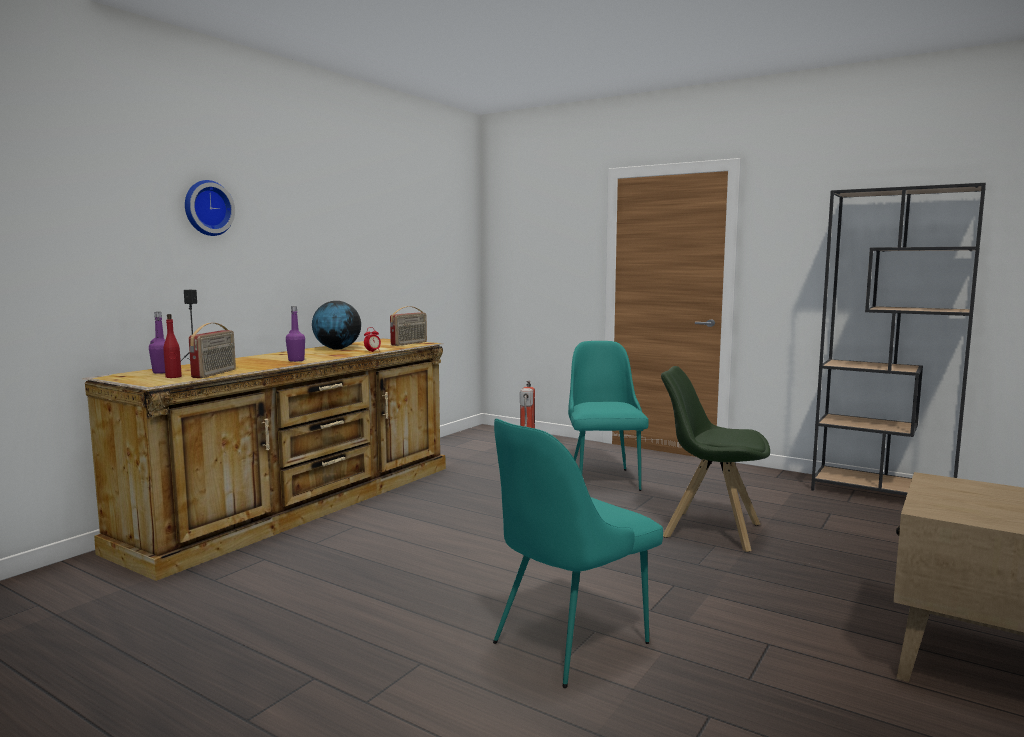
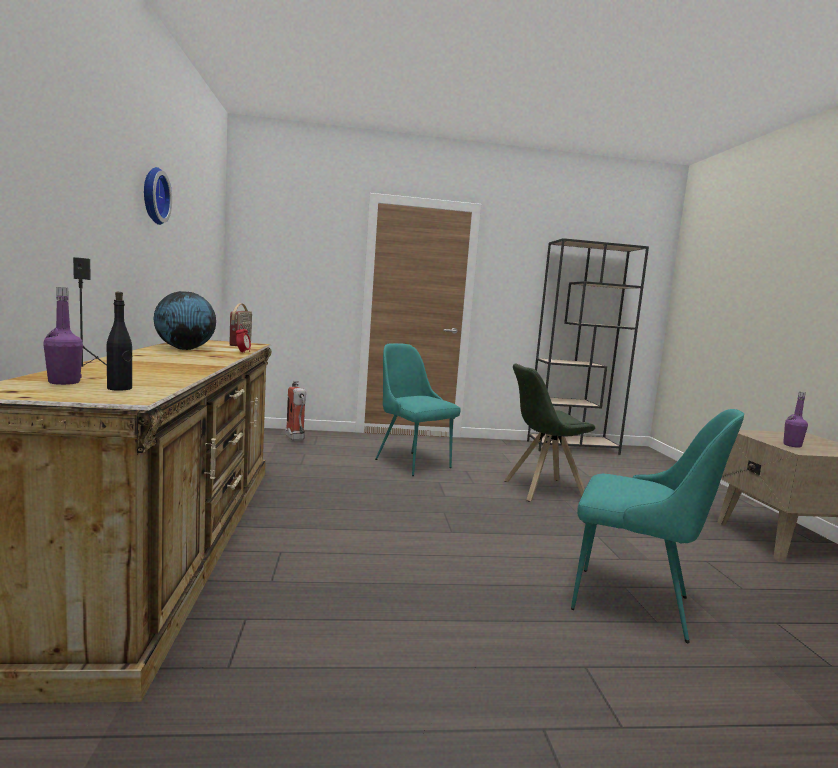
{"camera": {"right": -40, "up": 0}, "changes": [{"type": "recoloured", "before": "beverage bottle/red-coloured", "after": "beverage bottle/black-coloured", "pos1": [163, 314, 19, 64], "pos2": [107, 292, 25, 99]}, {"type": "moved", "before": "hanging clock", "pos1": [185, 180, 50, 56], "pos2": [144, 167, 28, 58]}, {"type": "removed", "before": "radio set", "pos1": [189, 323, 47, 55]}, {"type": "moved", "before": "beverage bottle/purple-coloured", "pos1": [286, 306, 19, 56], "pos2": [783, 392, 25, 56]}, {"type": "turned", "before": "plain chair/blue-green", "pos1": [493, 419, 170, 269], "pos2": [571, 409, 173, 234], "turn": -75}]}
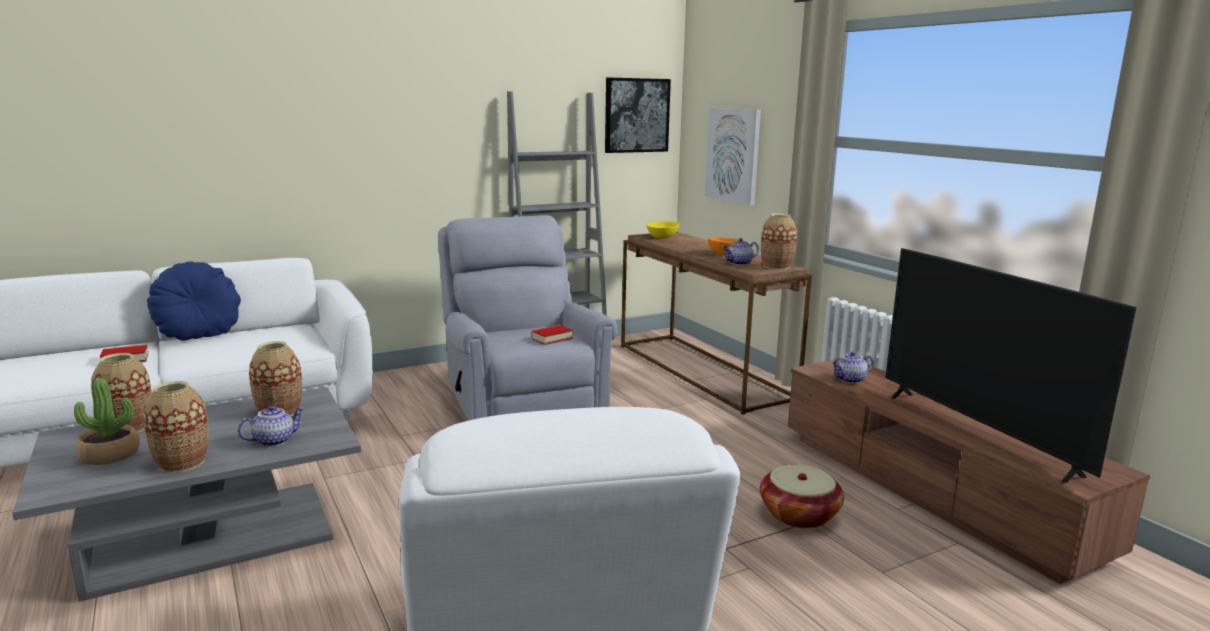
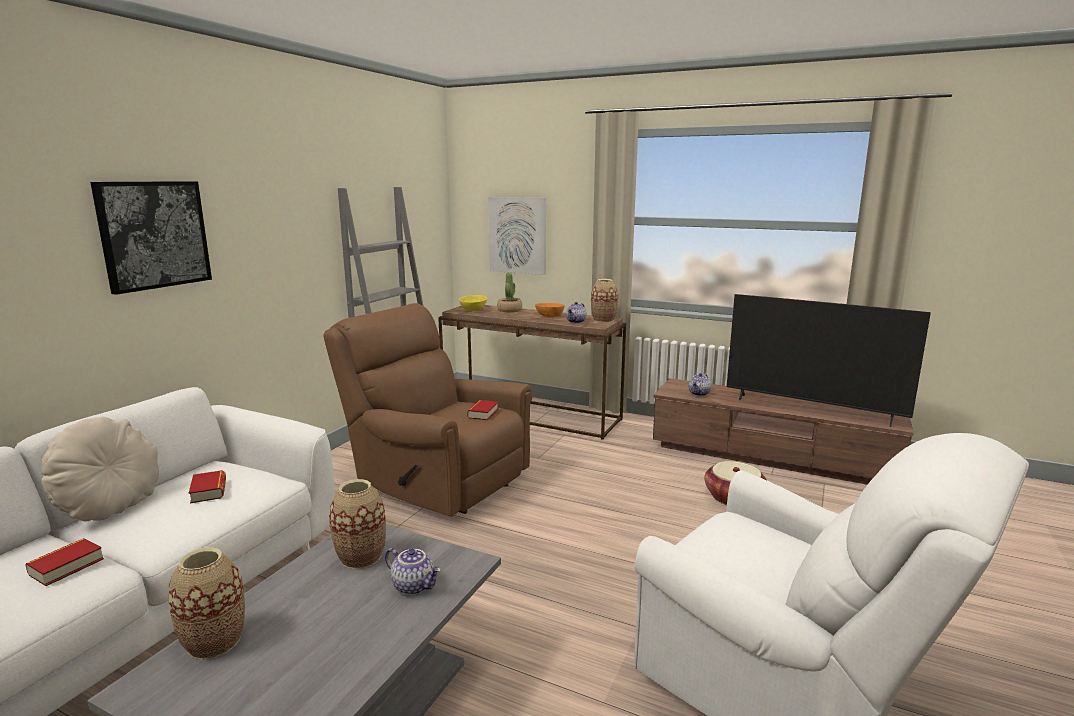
{"camera": {"right": -35, "up": 0}, "changes": [{"type": "moved", "before": "potted plant", "pos1": [74, 378, 66, 87], "pos2": [497, 272, 25, 40]}, {"type": "removed", "before": "flower vase", "pos1": [143, 381, 66, 92]}, {"type": "recoloured", "before": "throw pillow/bluish", "after": "throw pillow/beige", "pos1": [147, 261, 94, 80], "pos2": [41, 417, 118, 104]}, {"type": "turned", "before": "teapot", "pos1": [238, 405, 66, 42], "pos2": [385, 548, 56, 47], "turn": 105}, {"type": "recoloured", "before": "armchair/gray", "after": "armchair/brown", "pos1": [438, 215, 180, 206], "pos2": [323, 303, 209, 214]}, {"type": "moved", "before": "wall art", "pos1": [605, 78, 66, 75], "pos2": [90, 181, 122, 114]}, {"type": "added", "after": "book", "pos2": [189, 470, 37, 34]}]}
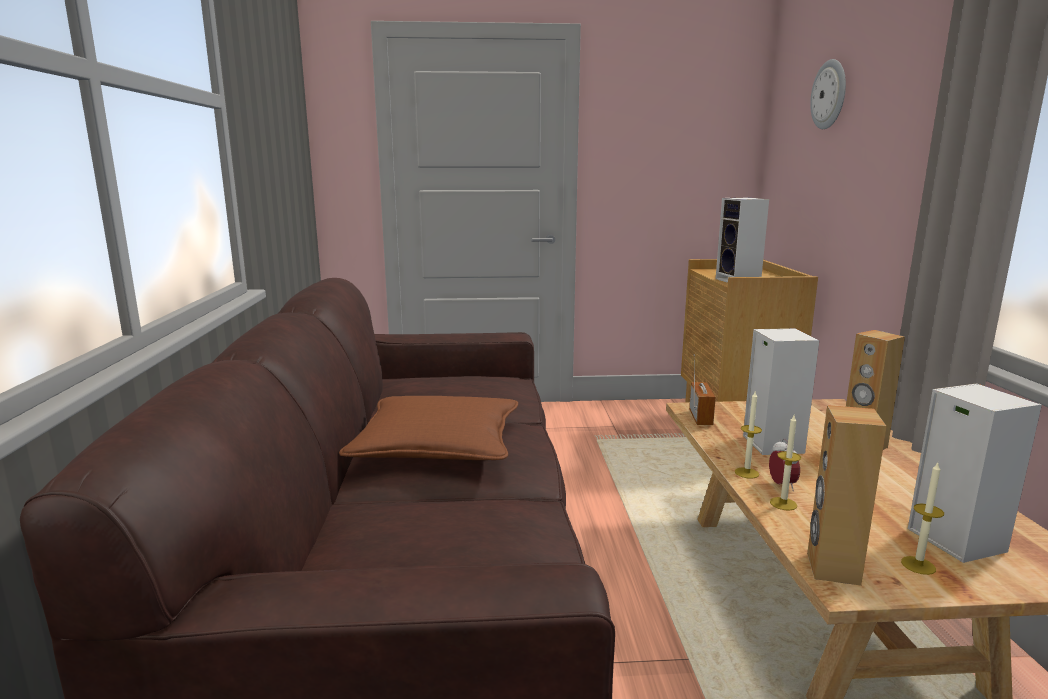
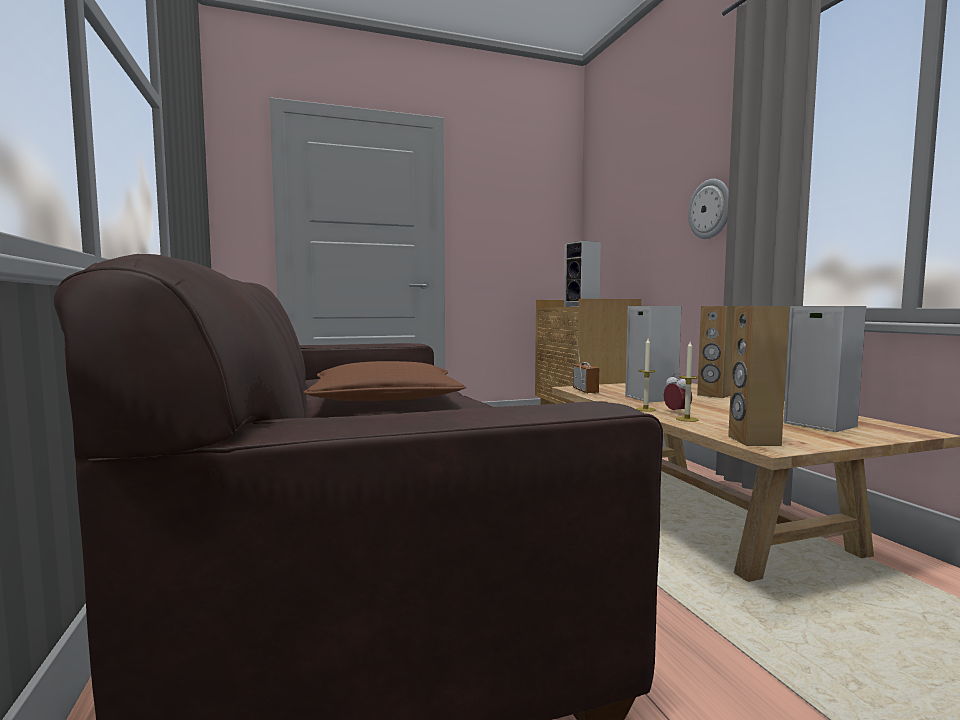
{"camera": {"right": -15, "up": -10}, "changes": [{"type": "moved", "before": "hanging clock", "pos1": [810, 59, 36, 70], "pos2": [688, 179, 41, 60]}, {"type": "removed", "before": "candle", "pos1": [901, 463, 43, 112]}]}
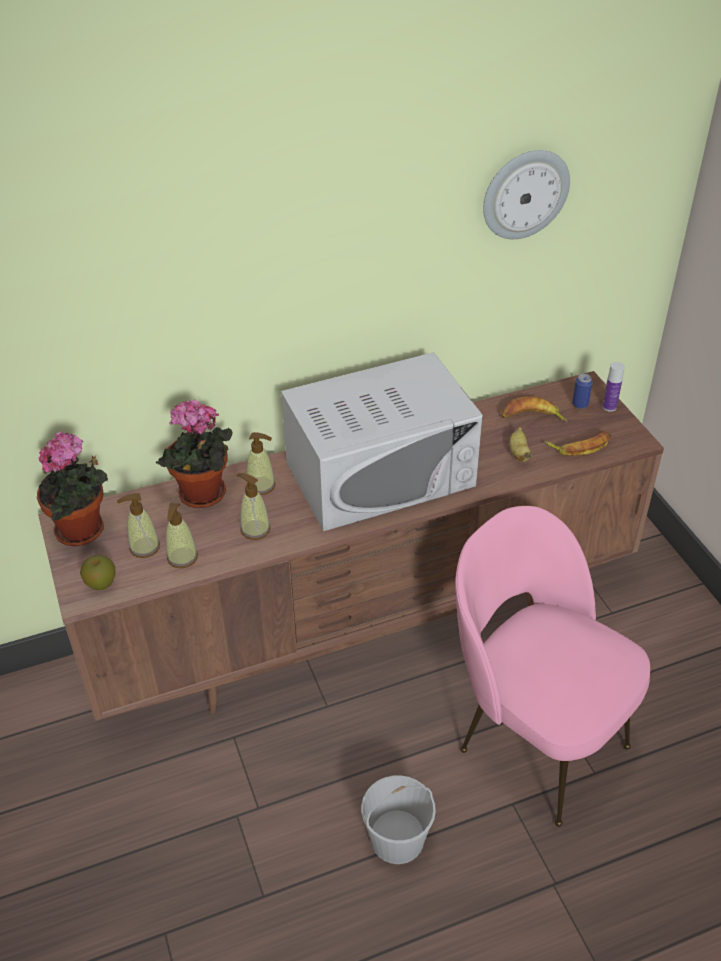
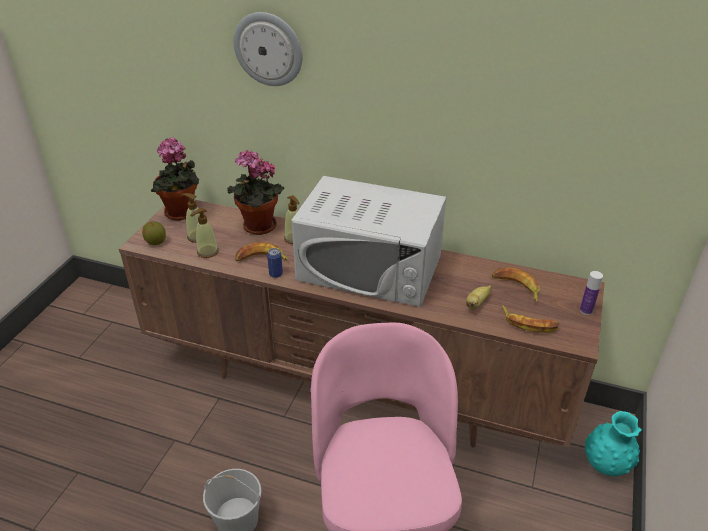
{"camera": {"right": 40, "up": -5}, "changes": [{"type": "replaced", "before": "soap bottle", "after": "banana fruit", "pos1": [237, 473, 34, 67], "pos2": [235, 242, 54, 19]}, {"type": "moved", "before": "hanging clock", "pos1": [483, 150, 87, 89], "pos2": [233, 12, 70, 74]}, {"type": "moved", "before": "sealed can", "pos1": [572, 374, 21, 35], "pos2": [267, 248, 16, 30]}, {"type": "added", "after": "flower vase/blue-green", "pos2": [585, 411, 57, 65]}]}
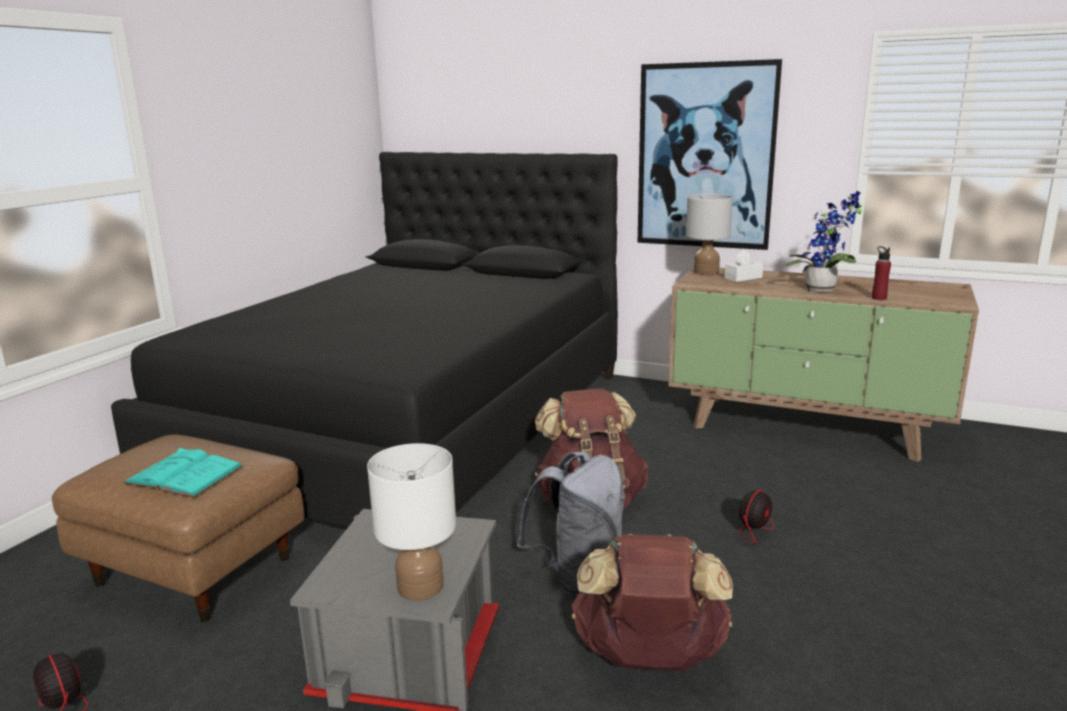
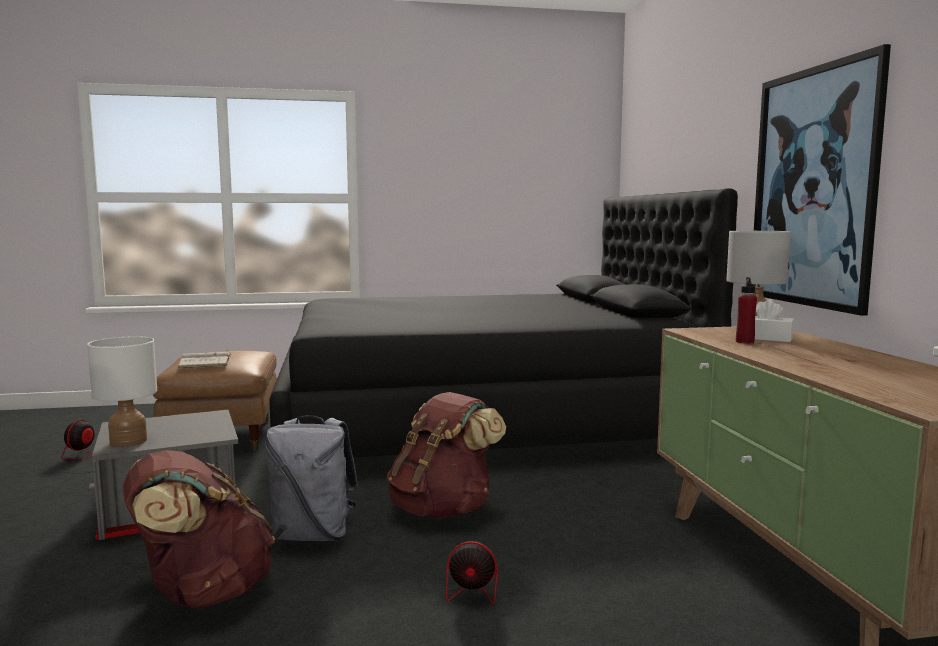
{"camera": {"right": 55, "up": -10}, "changes": [{"type": "recoloured", "before": "book/blue-green", "after": "book/white-coloured", "pos1": [123, 448, 120, 49], "pos2": [178, 349, 53, 19]}, {"type": "removed", "before": "potted plant", "pos1": [785, 191, 77, 101]}, {"type": "moved", "before": "beverage bottle/red-coloured", "pos1": [872, 246, 19, 54], "pos2": [736, 277, 21, 67]}]}
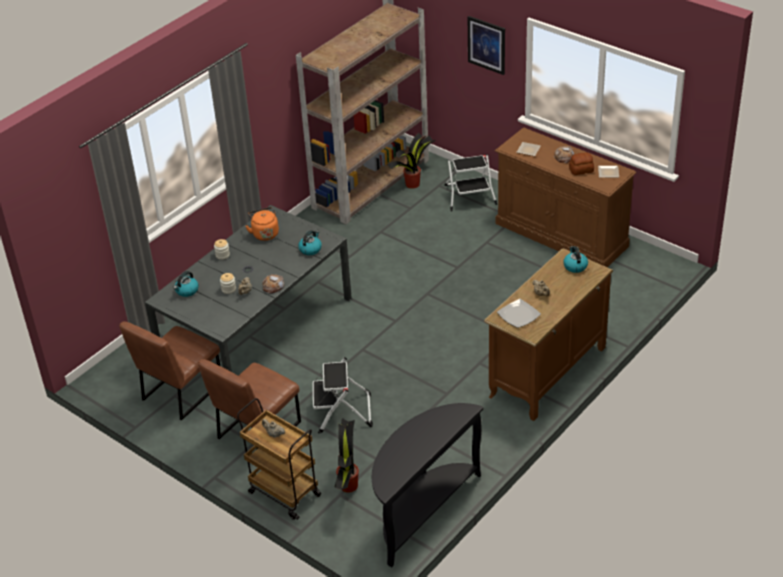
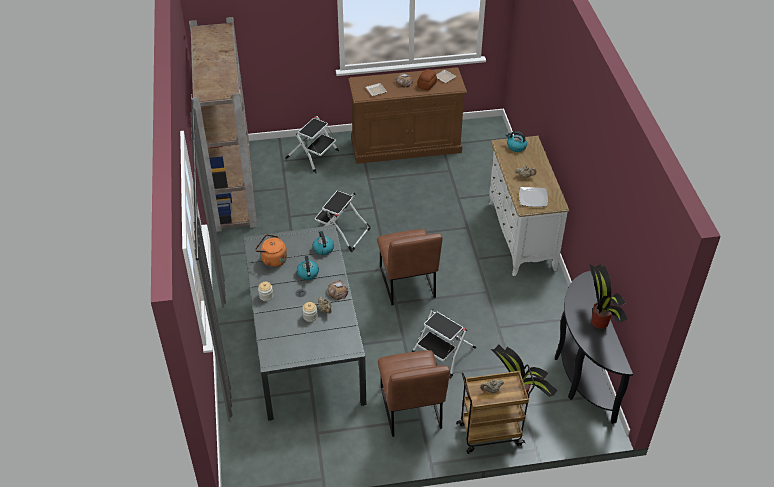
{"camera": {"right": -50, "up": 5}, "changes": [{"type": "moved", "before": "plain chair/brown", "pos1": [119, 321, 101, 99], "pos2": [377, 229, 66, 76]}, {"type": "moved", "before": "water kettle", "pos1": [173, 271, 26, 26], "pos2": [297, 256, 22, 24]}, {"type": "moved", "before": "potted plant", "pos1": [387, 133, 49, 56], "pos2": [590, 264, 37, 65]}, {"type": "removed", "before": "wall art", "pos1": [468, 16, 37, 59]}, {"type": "recoloured", "before": "chest of drawers/brown", "after": "chest of drawers/white-coloured", "pos1": [484, 249, 129, 172], "pos2": [489, 136, 80, 140]}, {"type": "added", "after": "stepladder", "pos2": [315, 191, 56, 61]}]}
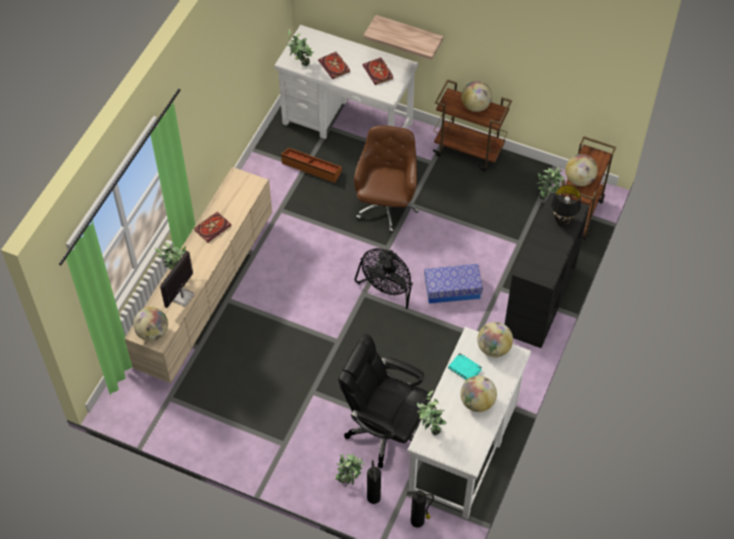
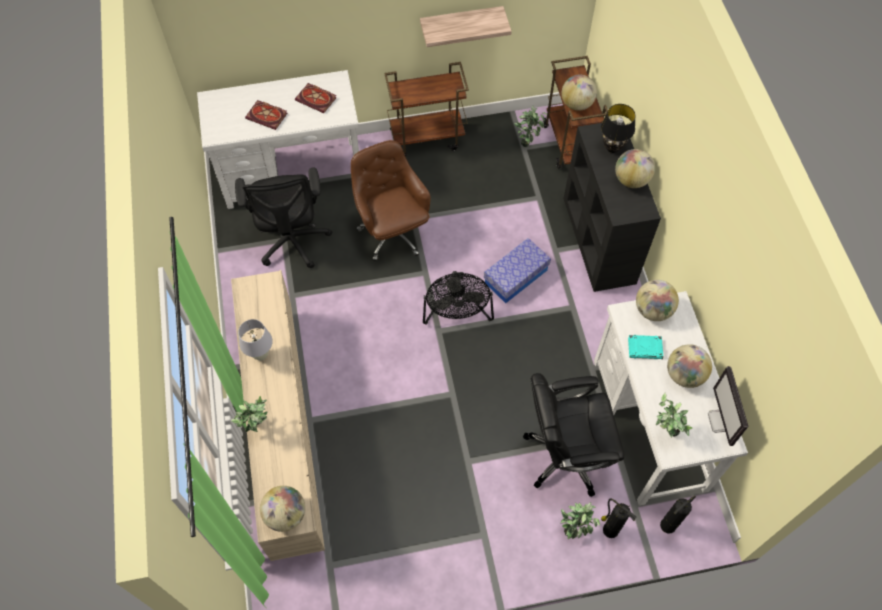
{"camera": {"right": -35, "up": 5}, "changes": [{"type": "moved", "before": "computer screen", "pos1": [160, 251, 34, 57], "pos2": [708, 366, 40, 80]}, {"type": "replaced", "before": "book", "after": "lamp for a table/white-coloured", "pos1": [194, 212, 38, 31], "pos2": [238, 319, 35, 42]}, {"type": "replaced", "before": "storage container/brown", "after": "office chair/black-coloured", "pos1": [281, 148, 61, 35], "pos2": [235, 168, 98, 100]}, {"type": "removed", "before": "potted plant", "pos1": [287, 29, 26, 37]}, {"type": "moved", "before": "wall shelf", "pos1": [364, 15, 80, 45], "pos2": [420, 6, 92, 41]}, {"type": "moved", "before": "desk globe", "pos1": [461, 81, 31, 31], "pos2": [615, 149, 40, 39]}]}
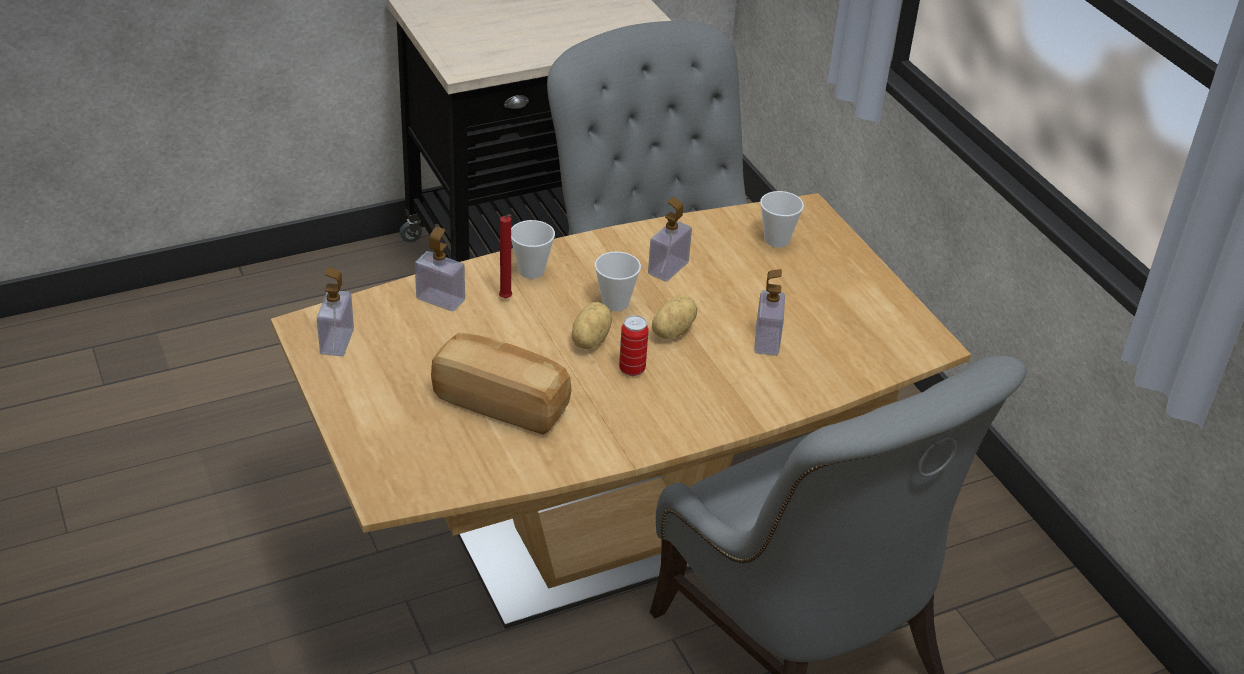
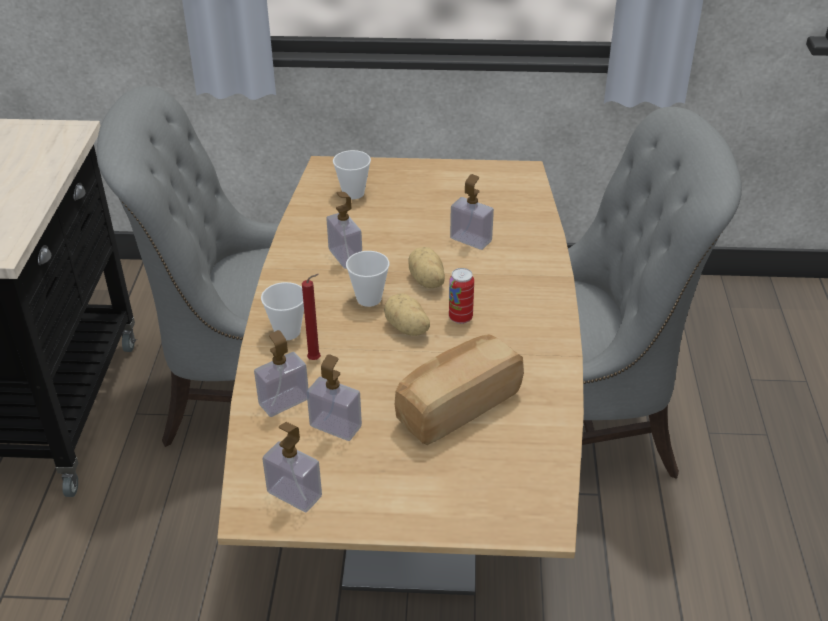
{"camera": {"right": -60, "up": 0}, "changes": [{"type": "added", "after": "soap bottle", "pos2": [307, 354, 55, 87]}]}
